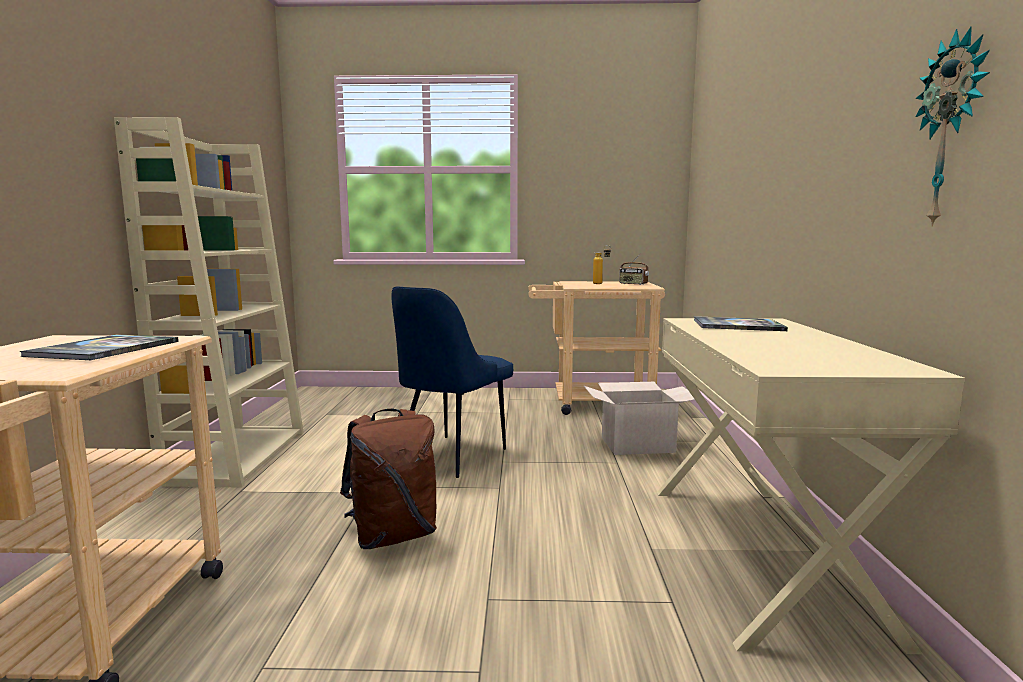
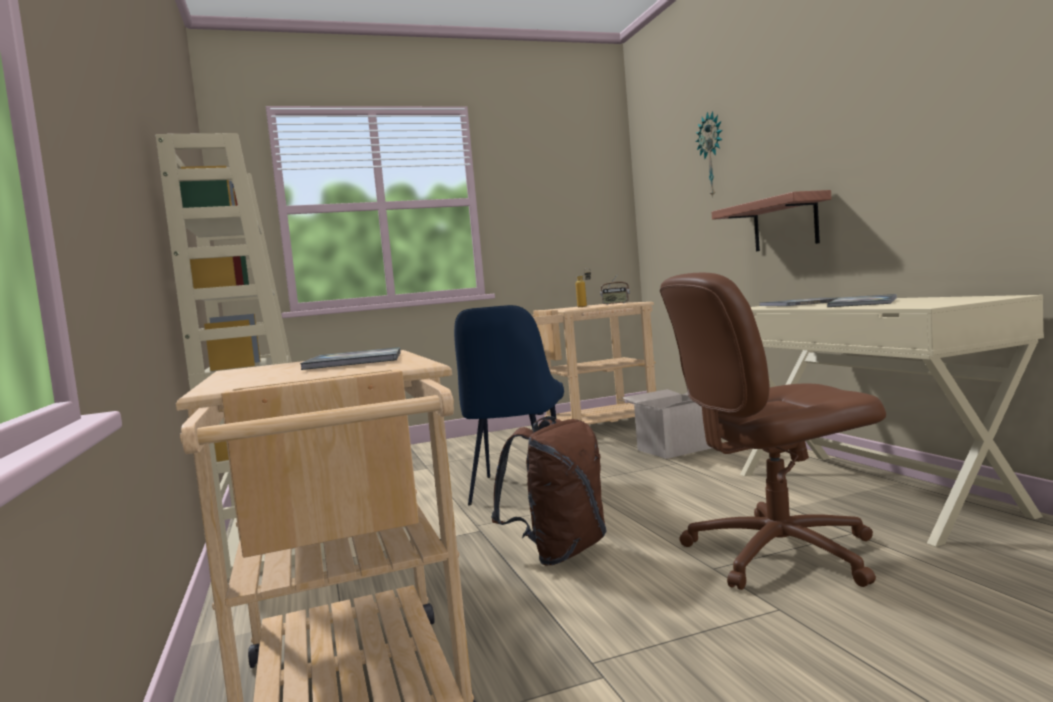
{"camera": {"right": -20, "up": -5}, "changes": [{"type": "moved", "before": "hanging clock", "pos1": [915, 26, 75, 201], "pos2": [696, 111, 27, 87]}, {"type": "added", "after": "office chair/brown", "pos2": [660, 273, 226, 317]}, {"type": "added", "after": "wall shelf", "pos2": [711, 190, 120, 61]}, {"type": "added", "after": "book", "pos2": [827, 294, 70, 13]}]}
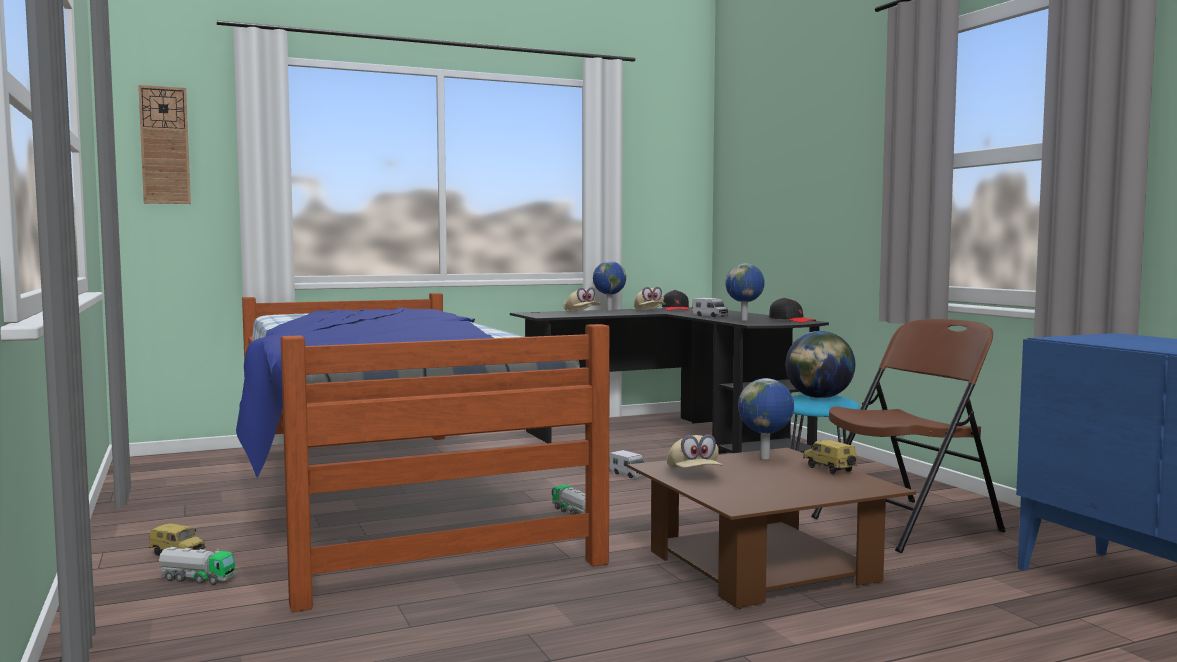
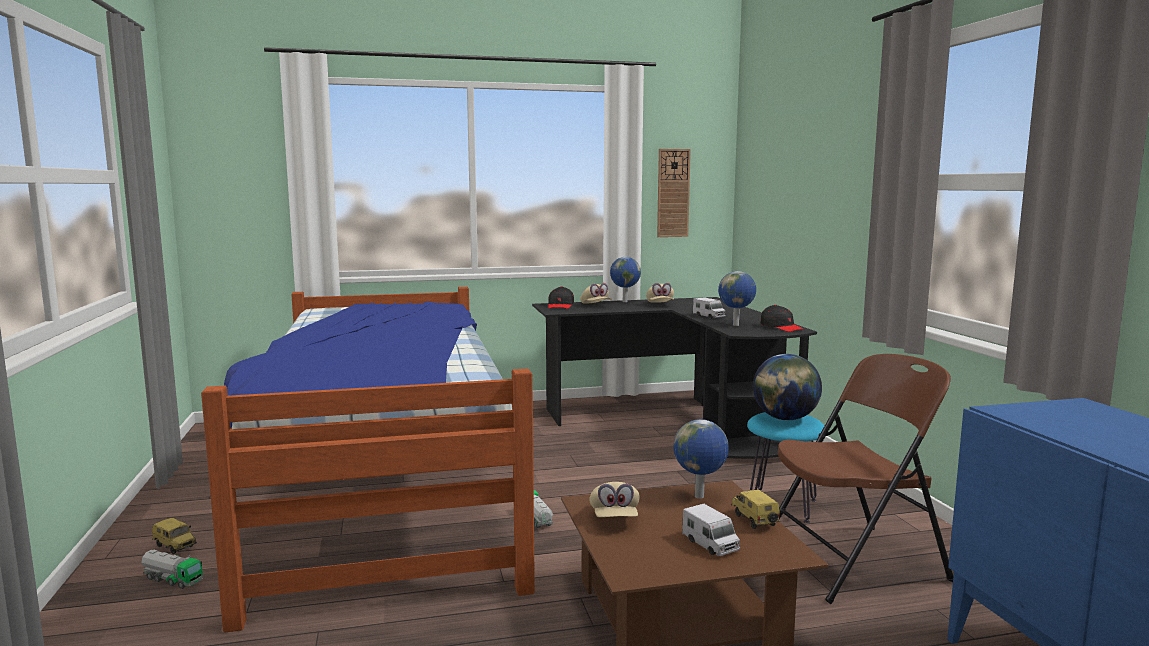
{"camera": {"right": 10, "up": 5}, "changes": [{"type": "moved", "before": "hanging clock", "pos1": [138, 85, 53, 119], "pos2": [657, 149, 34, 88]}, {"type": "moved", "before": "model truck", "pos1": [610, 450, 35, 28], "pos2": [682, 504, 58, 52]}, {"type": "moved", "before": "peaked cap/black-coloured", "pos1": [662, 290, 27, 21], "pos2": [548, 286, 26, 23]}]}
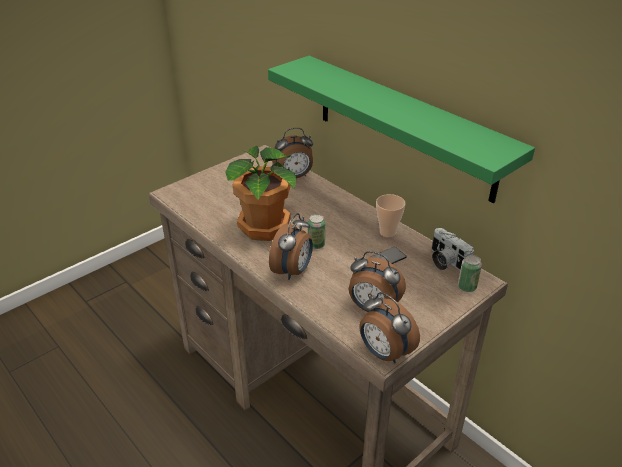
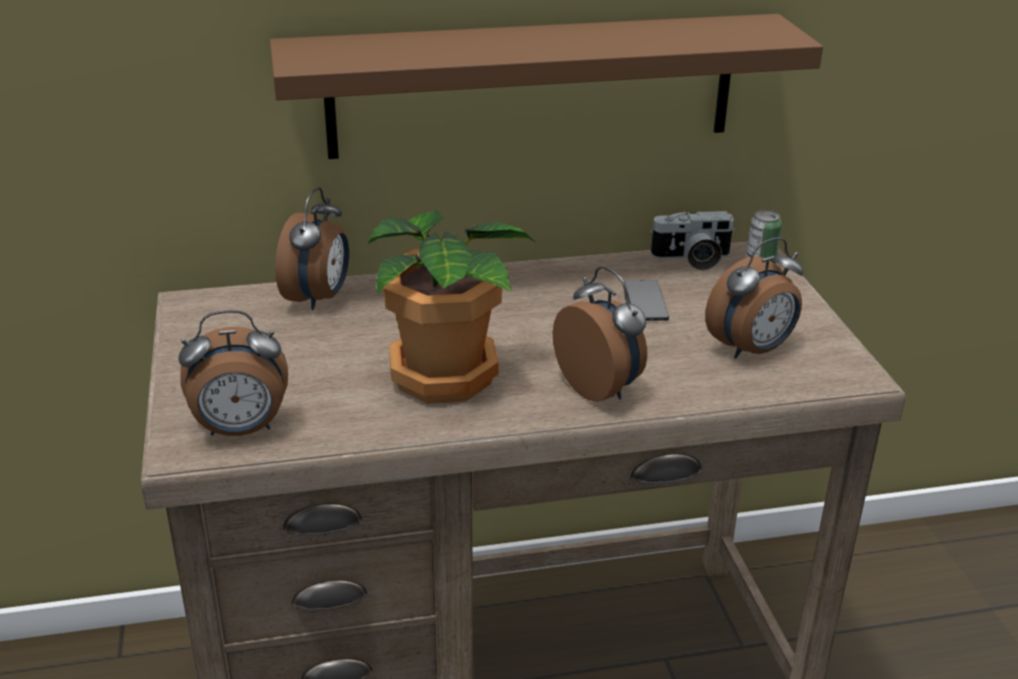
{"camera": {"right": -60, "up": -5}, "changes": [{"type": "recoloured", "before": "wall shelf/green", "after": "wall shelf/brown", "pos1": [268, 56, 267, 148], "pos2": [270, 14, 553, 145]}, {"type": "removed", "before": "sealed can", "pos1": [308, 214, 17, 35]}, {"type": "moved", "before": "alarm clock", "pos1": [359, 292, 61, 72], "pos2": [178, 310, 110, 126]}, {"type": "removed", "before": "cup", "pos1": [376, 194, 30, 43]}]}
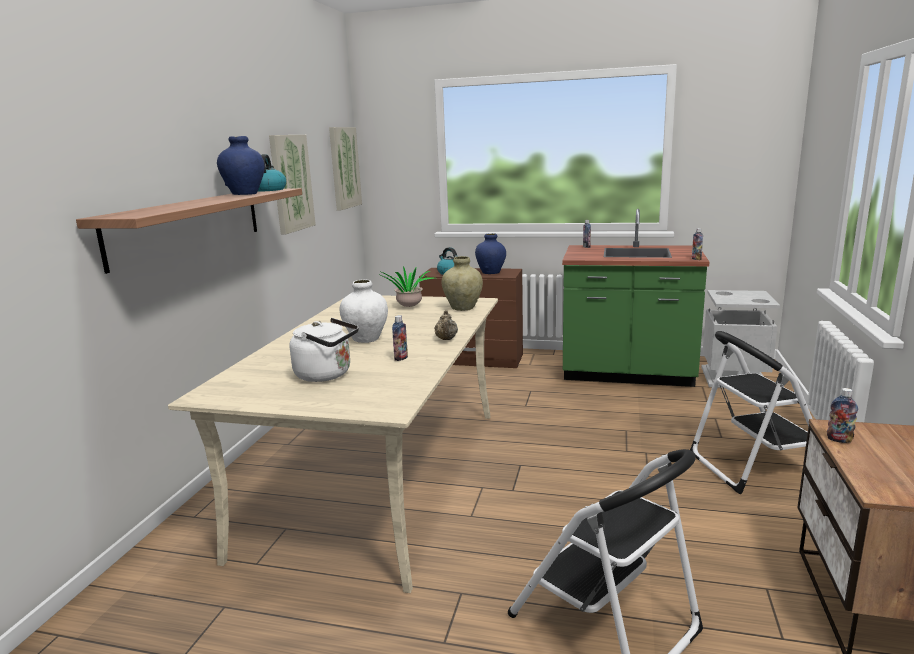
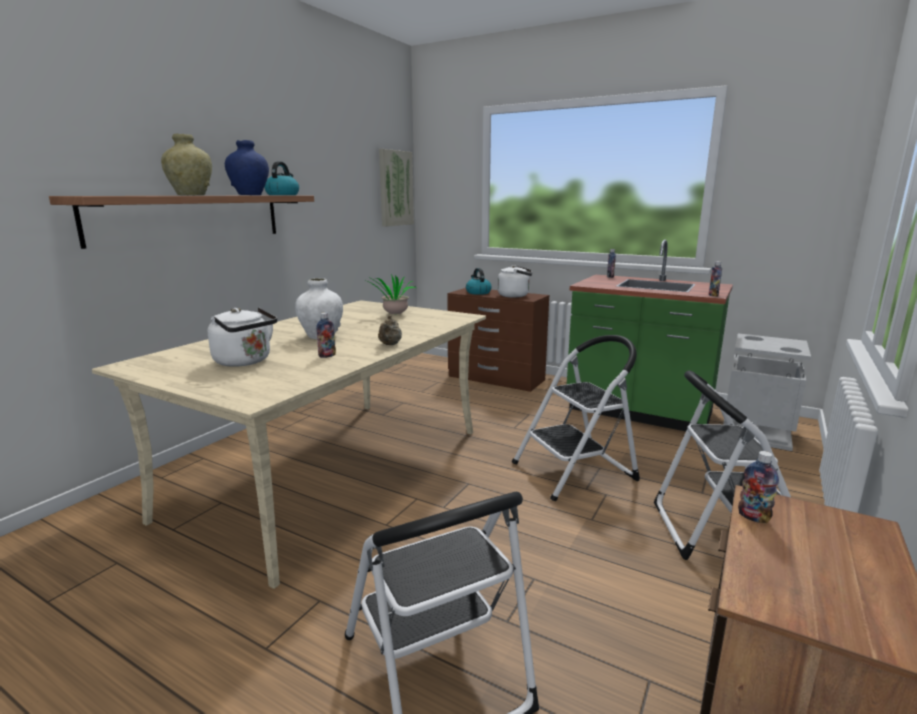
{"camera": {"right": 15, "up": 0}, "changes": [{"type": "removed", "before": "wall art", "pos1": [269, 135, 47, 99]}, {"type": "moved", "before": "flower vase/beige", "pos1": [441, 256, 42, 55], "pos2": [161, 134, 51, 61]}, {"type": "replaced", "before": "flower vase/bluish", "after": "water kettle/white-coloured", "pos1": [475, 233, 31, 41], "pos2": [498, 265, 34, 33]}, {"type": "added", "after": "stepladder", "pos2": [512, 335, 128, 166]}]}
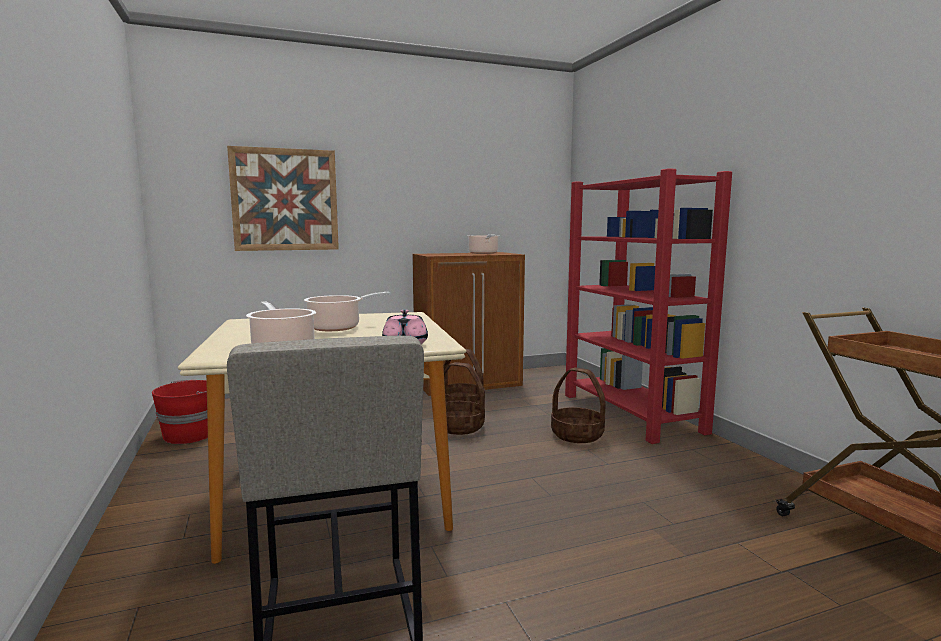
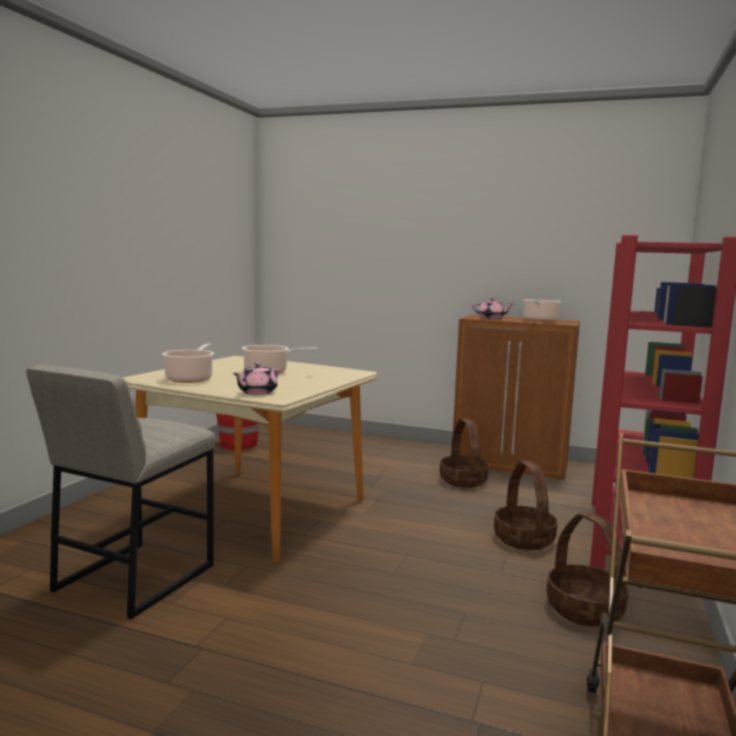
{"camera": {"right": 40, "up": 0}, "changes": [{"type": "removed", "before": "wall art", "pos1": [227, 146, 112, 105]}, {"type": "moved", "before": "storage basket", "pos1": [444, 362, 41, 73], "pos2": [546, 512, 83, 115]}, {"type": "added", "after": "teapot/pink-coloured", "pos2": [472, 298, 40, 21]}]}
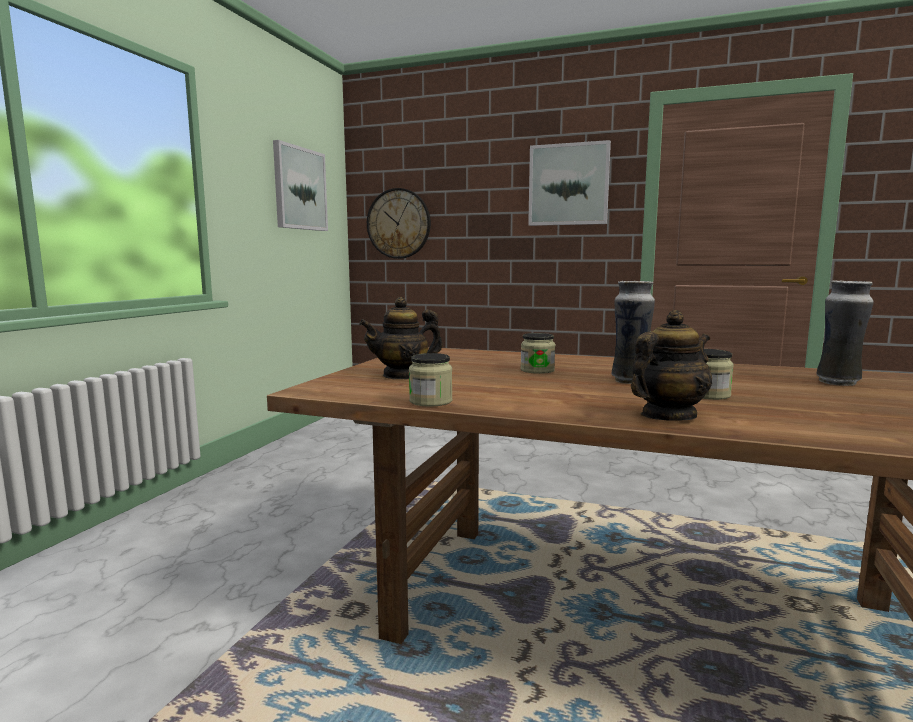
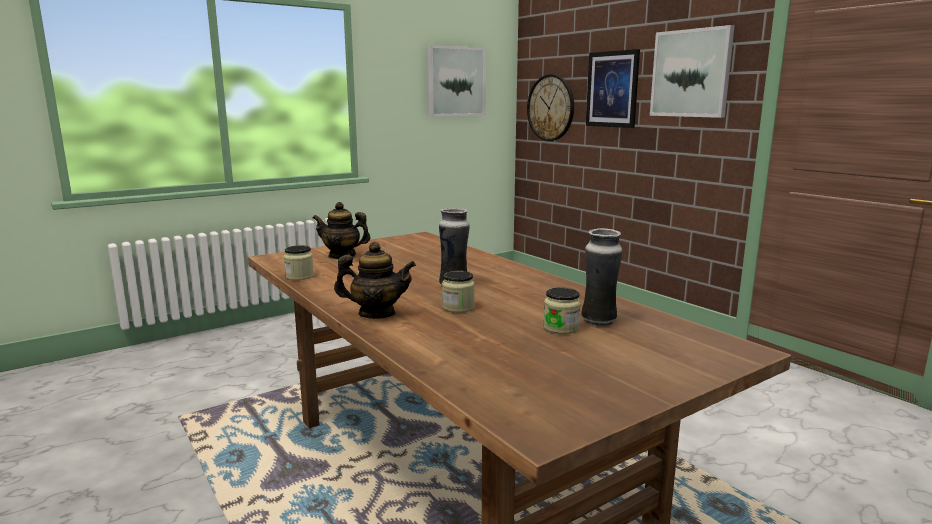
{"camera": {"right": 35, "up": 5}, "changes": [{"type": "moved", "before": "jar", "pos1": [521, 333, 34, 41], "pos2": [543, 287, 38, 47]}, {"type": "added", "after": "wall art", "pos2": [586, 49, 54, 79]}]}
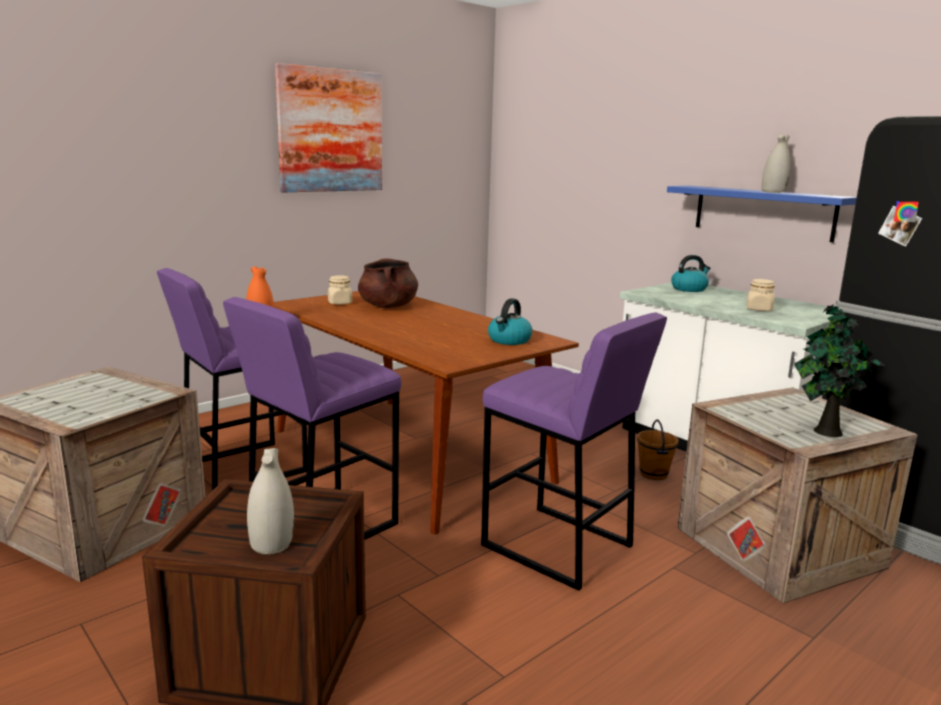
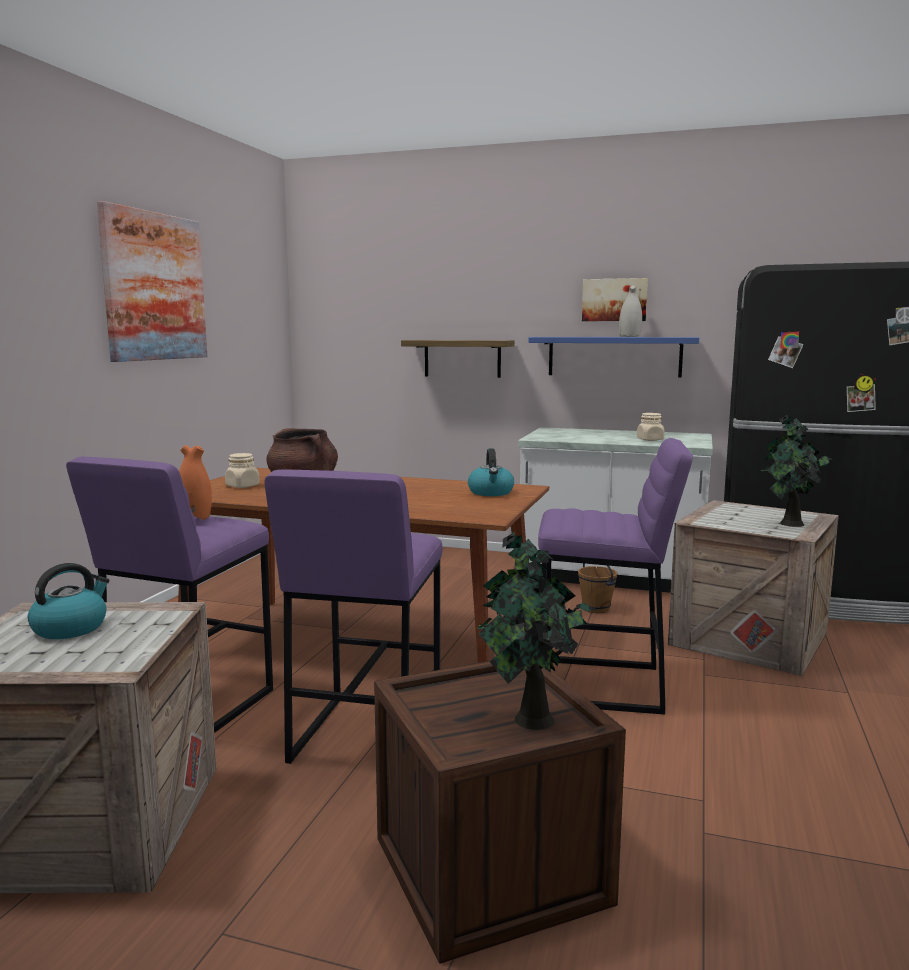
{"camera": {"right": -30, "up": -5}, "changes": [{"type": "replaced", "before": "flower vase/white-coloured", "after": "potted plant", "pos1": [247, 448, 47, 107], "pos2": [477, 532, 119, 198]}, {"type": "moved", "before": "water kettle", "pos1": [671, 255, 39, 37], "pos2": [28, 563, 82, 76]}, {"type": "added", "after": "wall shelf", "pos2": [401, 340, 114, 38]}, {"type": "added", "after": "wall art", "pos2": [582, 278, 66, 43]}]}
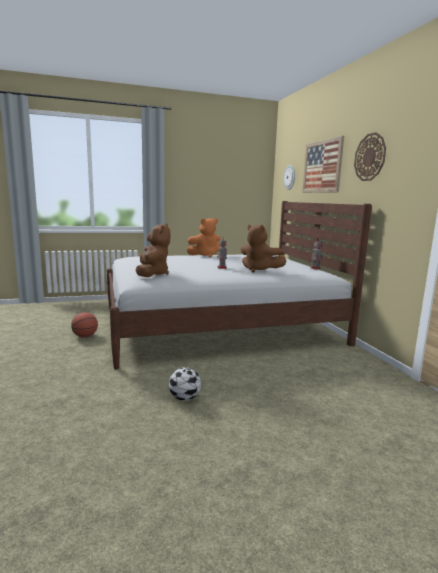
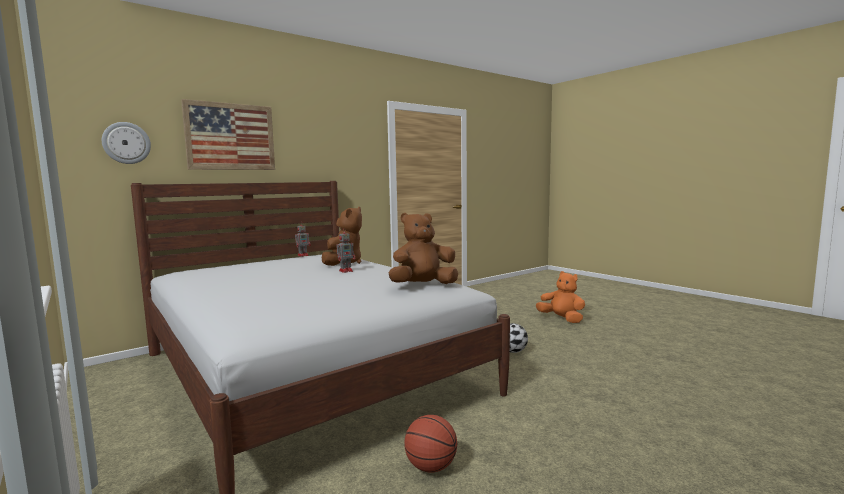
{"camera": {"right": -110, "up": -5}, "changes": [{"type": "moved", "before": "cuddly toy/orange-coloured", "pos1": [187, 218, 34, 39], "pos2": [536, 271, 49, 52]}, {"type": "removed", "before": "hanging clock", "pos1": [354, 132, 32, 49]}]}
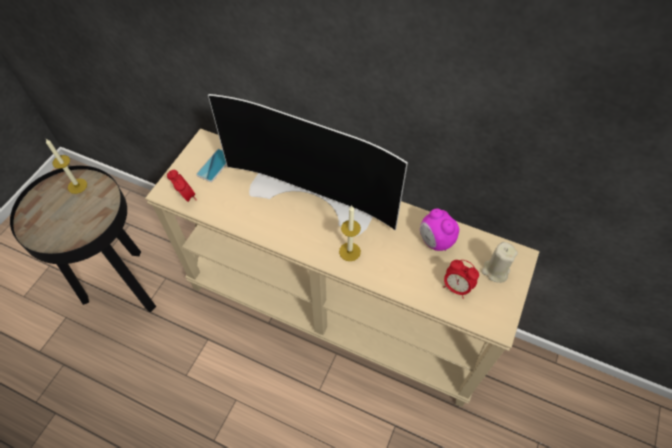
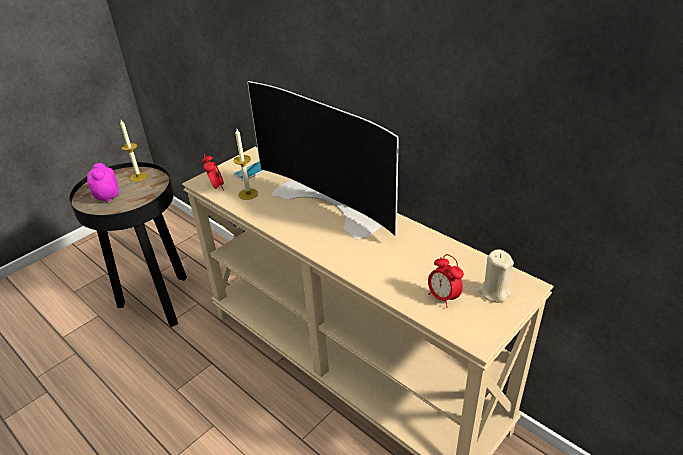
{"camera": {"right": 20, "up": -20}, "changes": [{"type": "moved", "before": "candle", "pos1": [339, 206, 22, 55], "pos2": [234, 129, 24, 71]}, {"type": "moved", "before": "alarm clock", "pos1": [420, 208, 39, 43], "pos2": [87, 163, 32, 40]}]}
